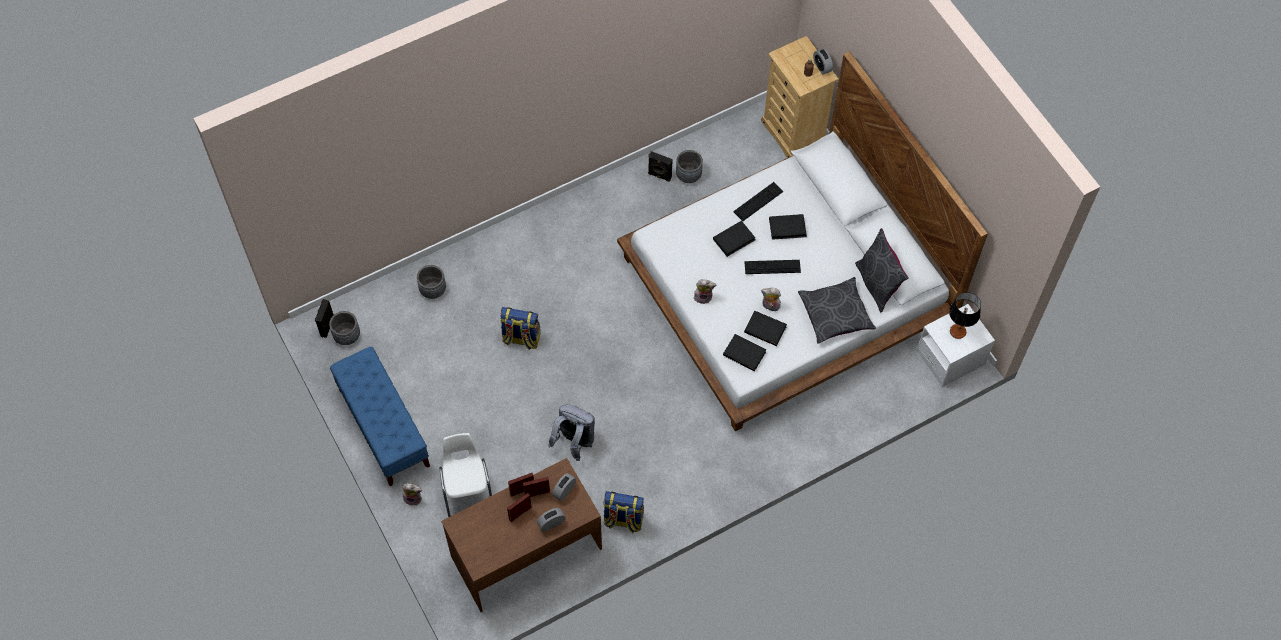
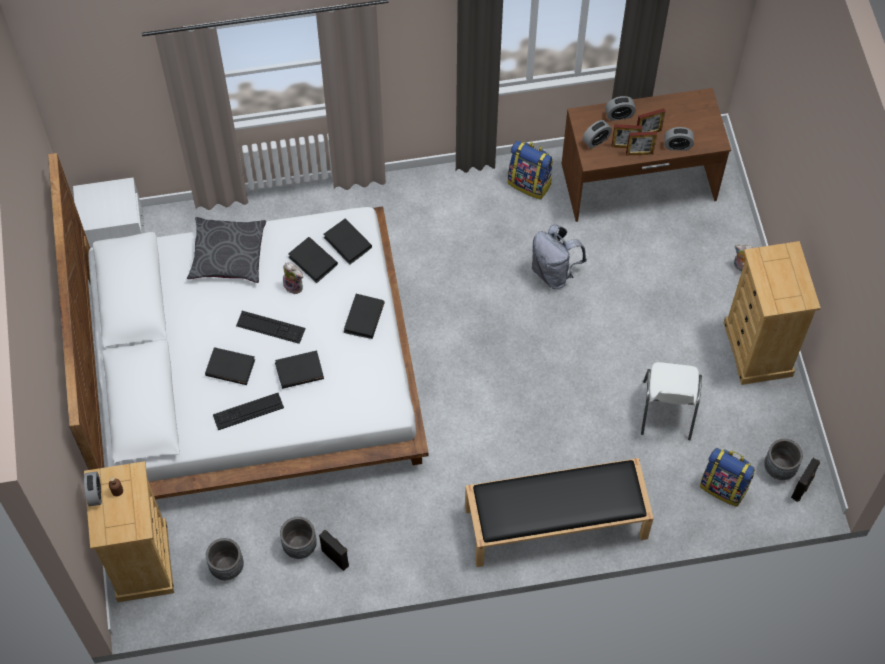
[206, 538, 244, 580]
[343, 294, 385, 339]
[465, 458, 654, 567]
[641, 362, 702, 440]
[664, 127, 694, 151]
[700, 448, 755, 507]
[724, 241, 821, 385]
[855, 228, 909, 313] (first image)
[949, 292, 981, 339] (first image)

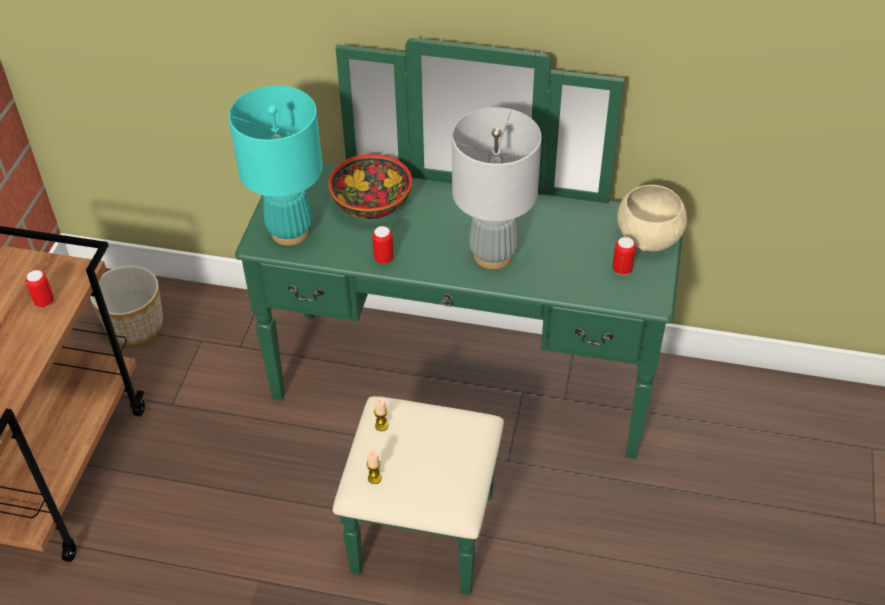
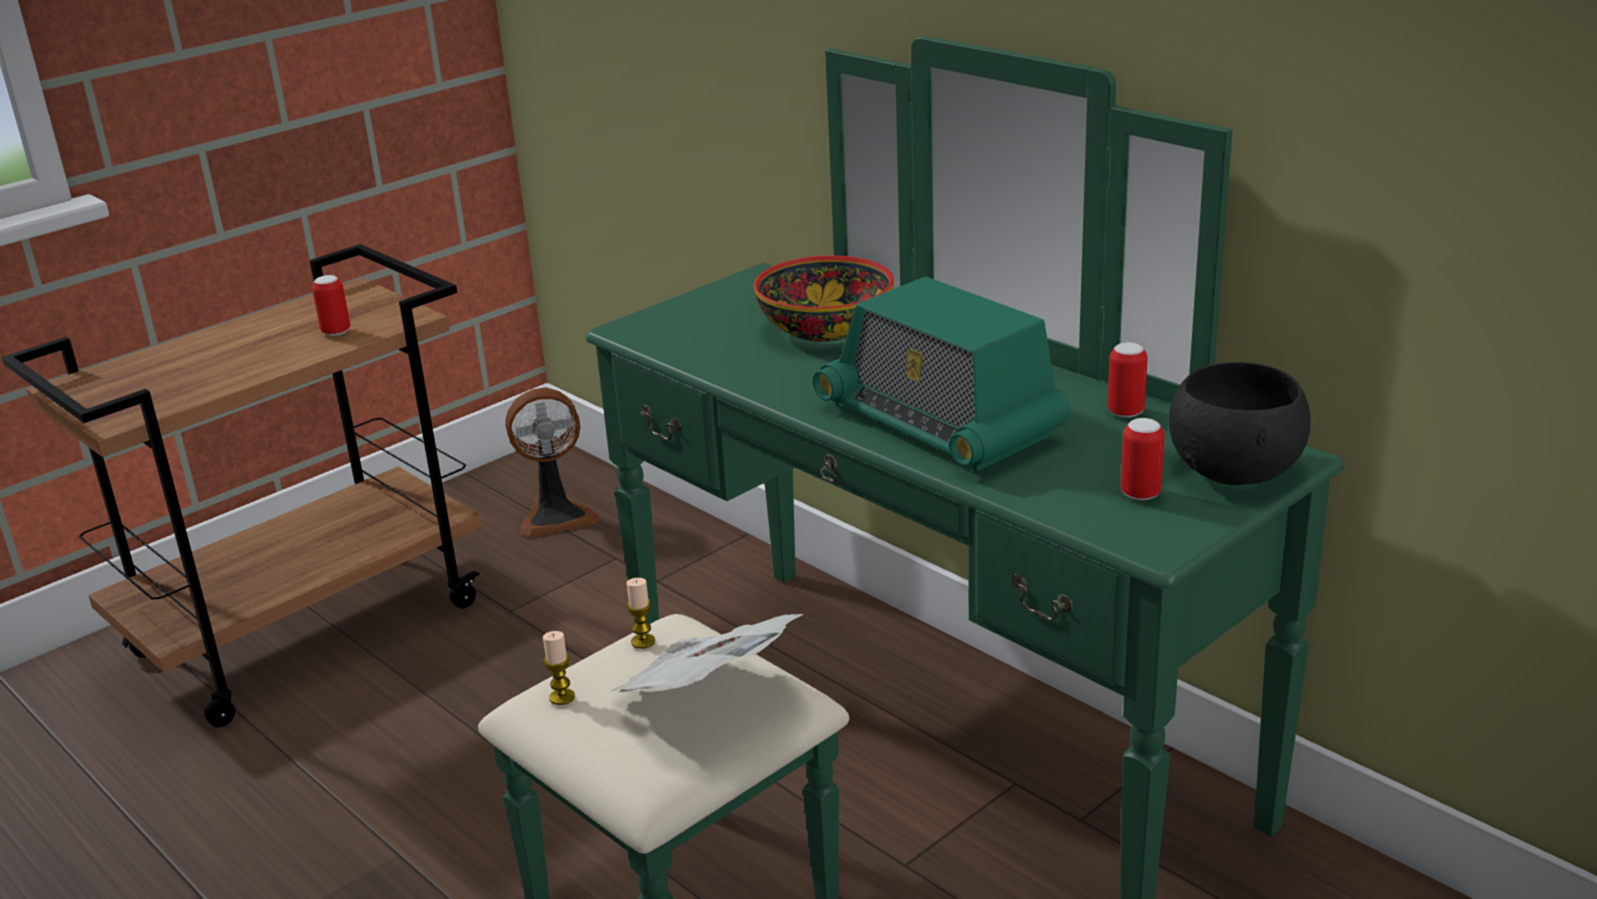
[505, 388, 599, 538]
[611, 614, 803, 693]
[813, 276, 1070, 472]
[1108, 342, 1148, 418]
[1169, 362, 1311, 485]
[229, 86, 323, 246] (first image)

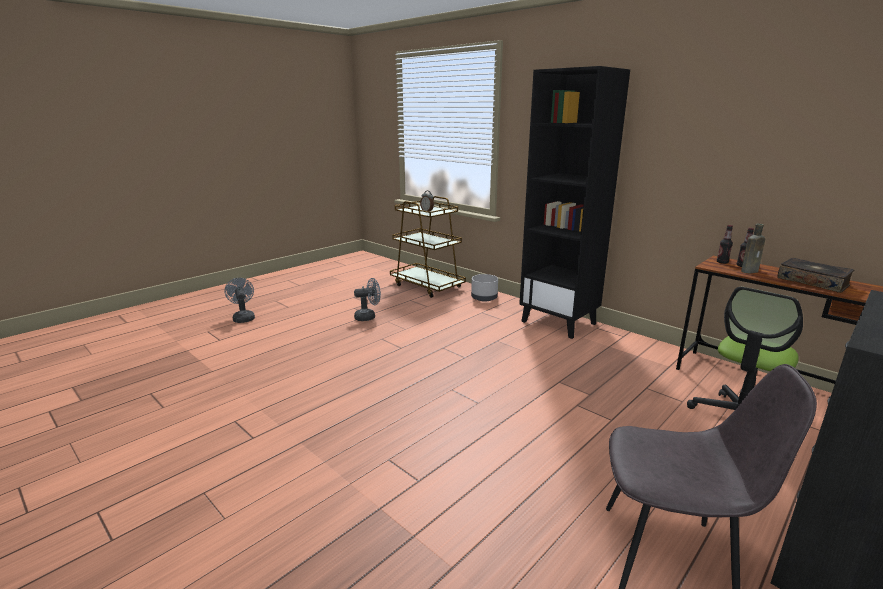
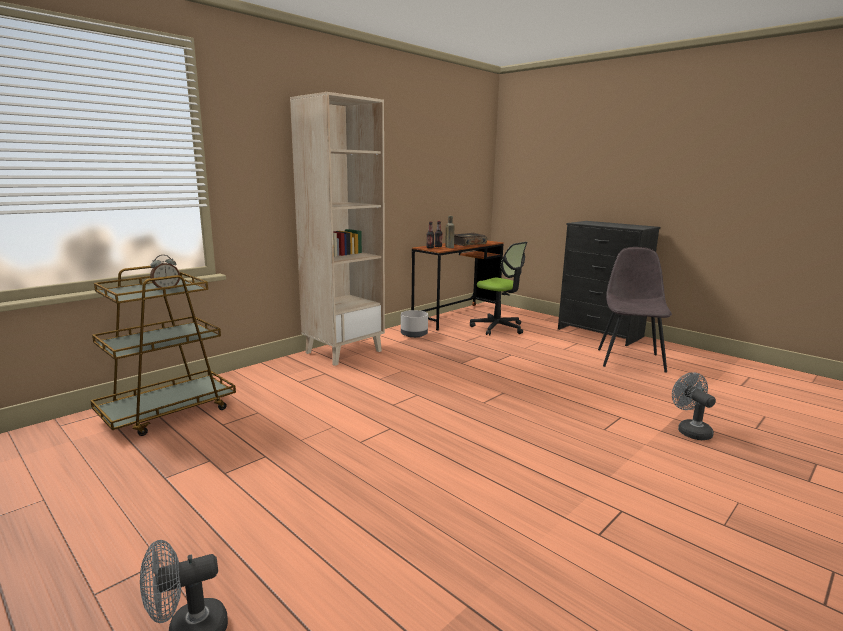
[290, 92, 385, 366]
[401, 310, 428, 338]
[672, 372, 716, 440]

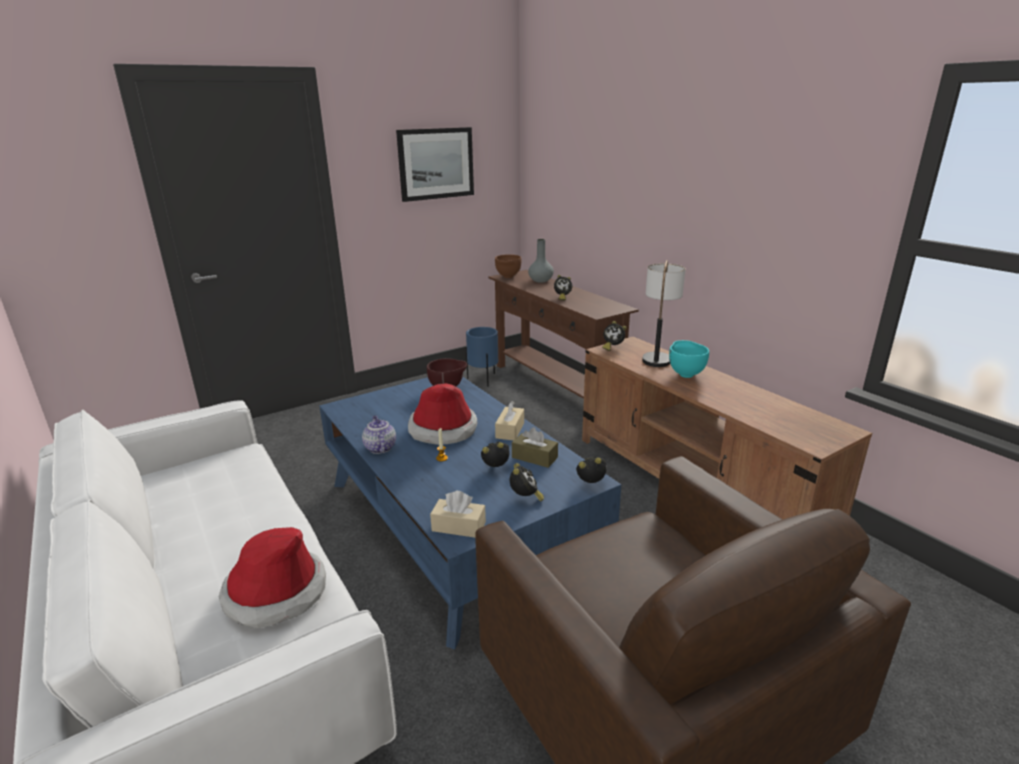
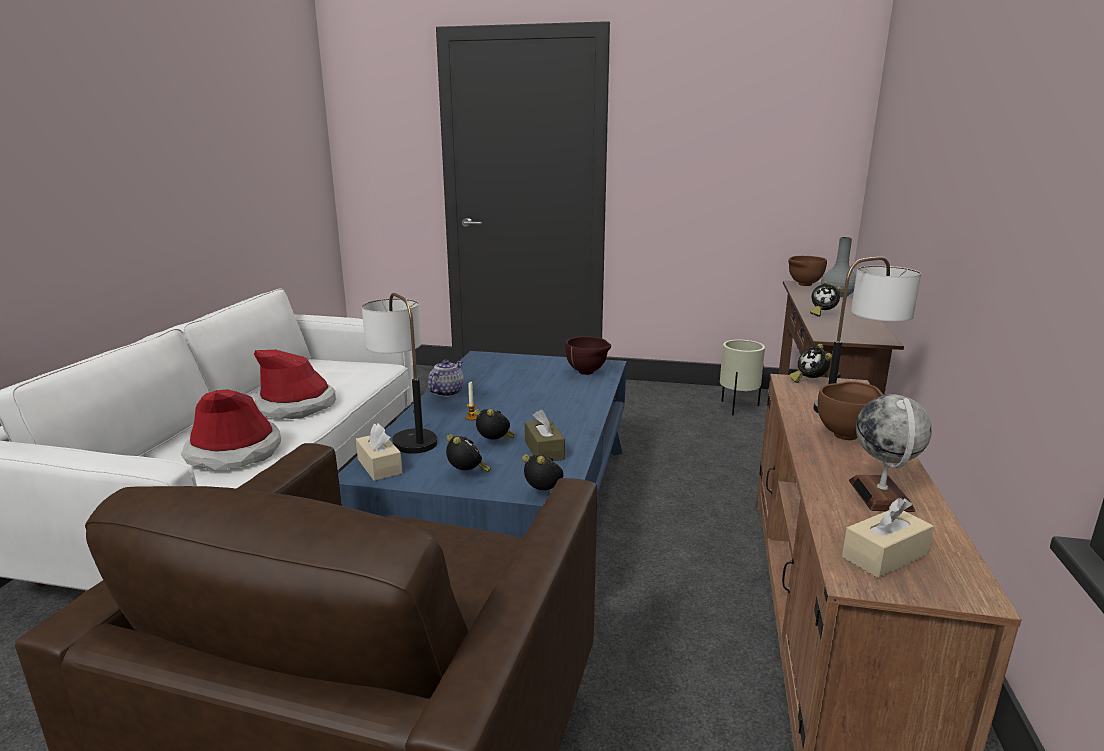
[254, 350, 336, 419]
[362, 293, 437, 454]
[446, 434, 491, 472]
[720, 340, 765, 415]
[818, 381, 884, 440]
[842, 498, 934, 578]
[849, 394, 932, 512]
[396, 127, 474, 202] (first image)

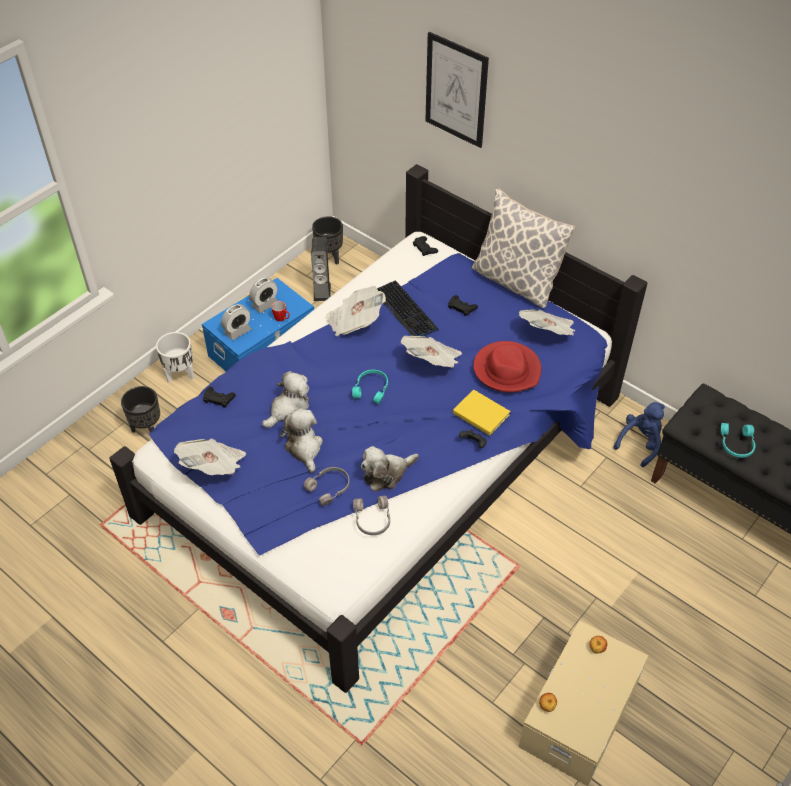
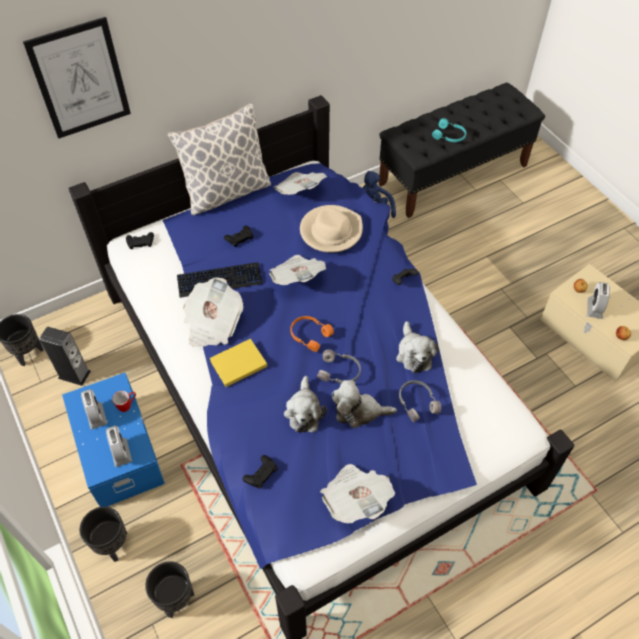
[79, 506, 127, 562]
[209, 338, 267, 387]
[284, 376, 327, 432]
[290, 316, 334, 352]
[300, 205, 363, 253]
[317, 349, 361, 383]
[587, 282, 610, 319]

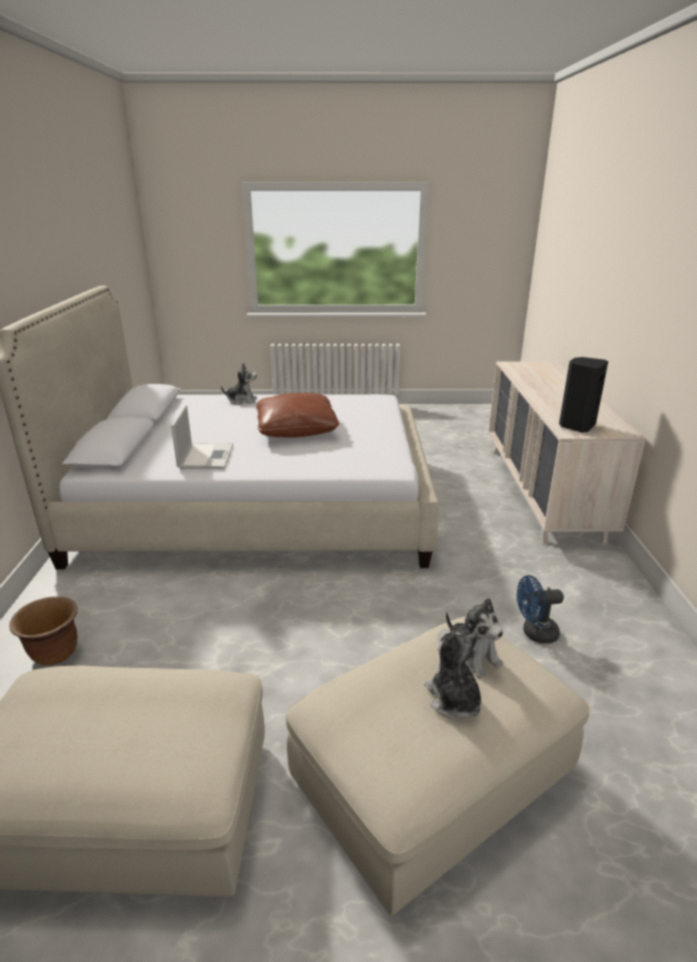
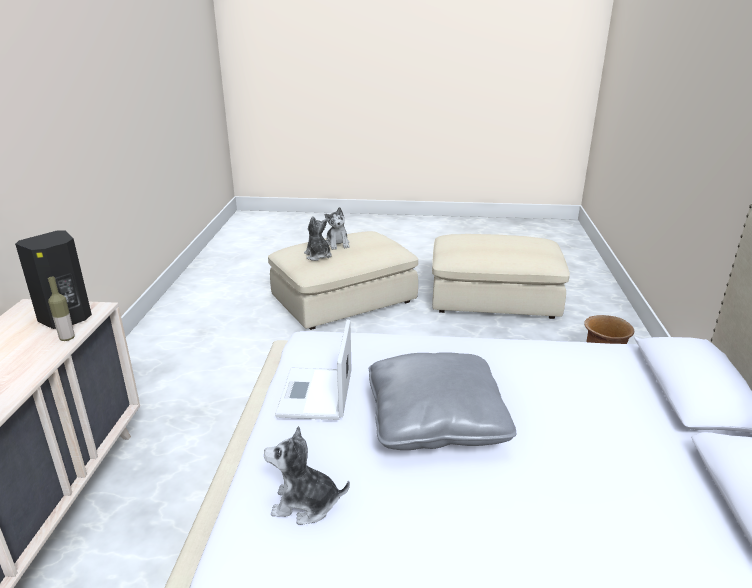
[48, 276, 75, 341]
[264, 426, 350, 525]
[275, 319, 352, 420]
[369, 352, 516, 450]
[517, 575, 564, 644] (first image)

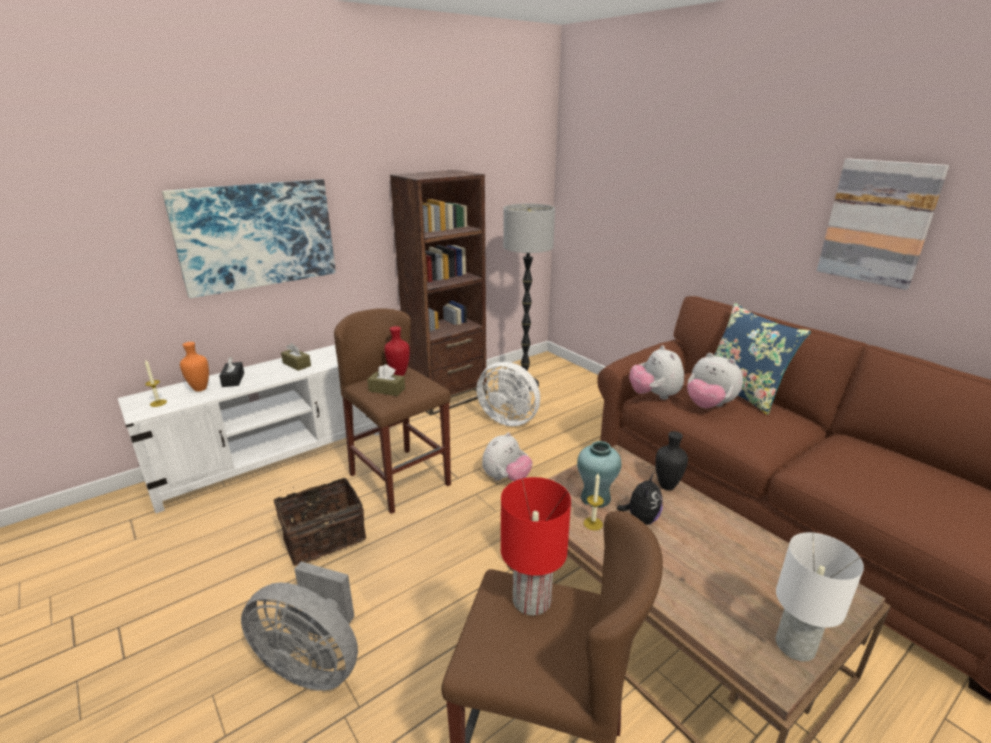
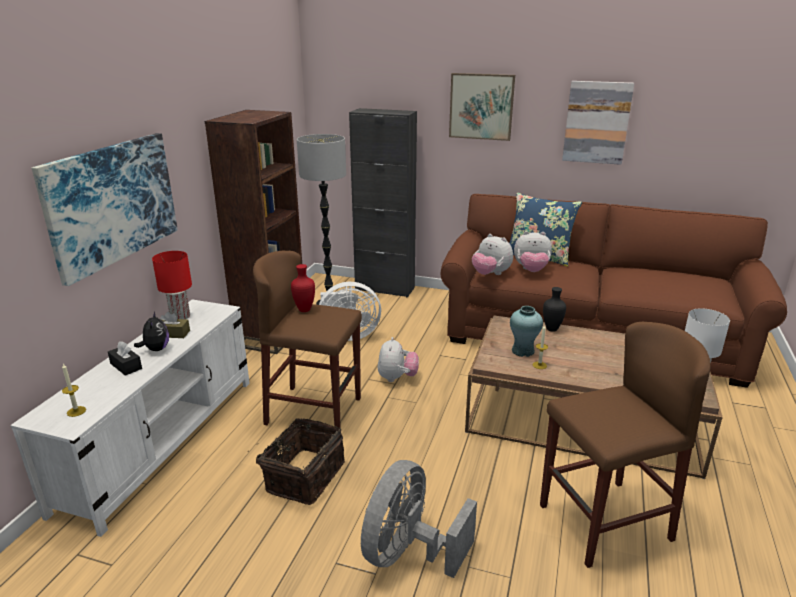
[134, 312, 169, 351]
[152, 251, 192, 319]
[349, 108, 417, 298]
[361, 460, 477, 578]
[449, 73, 515, 141]
[180, 342, 209, 392] (first image)
[367, 364, 405, 396] (first image)

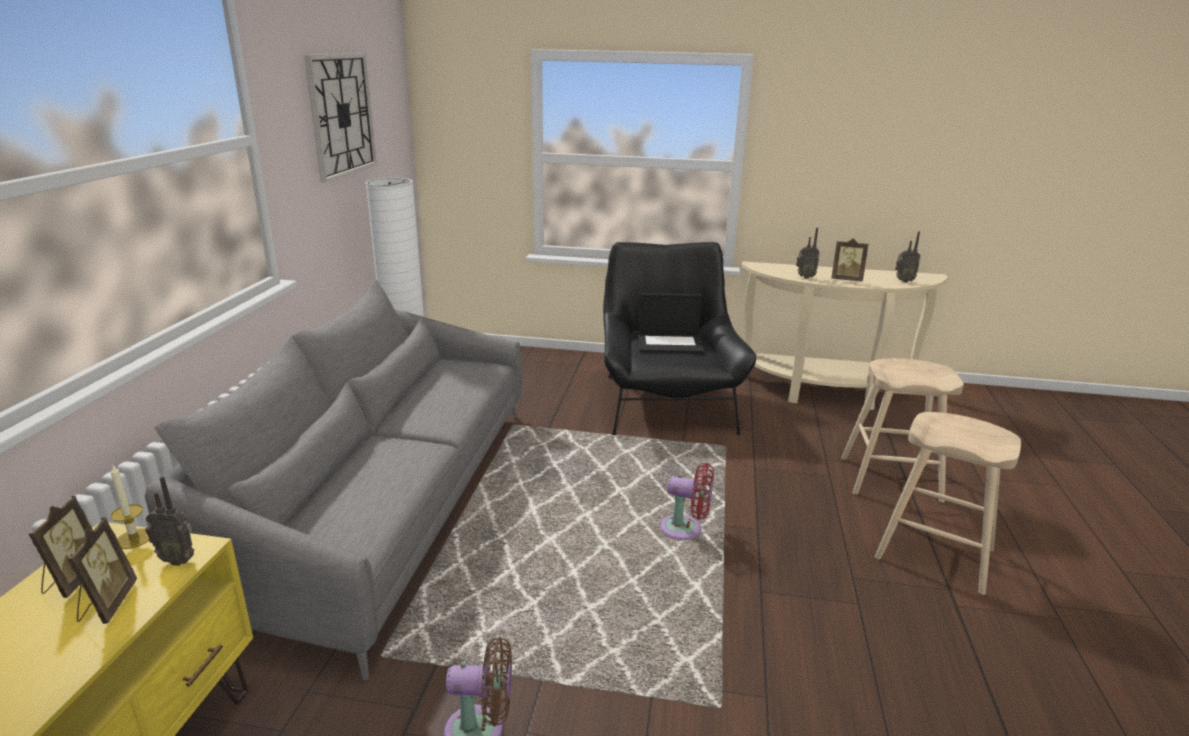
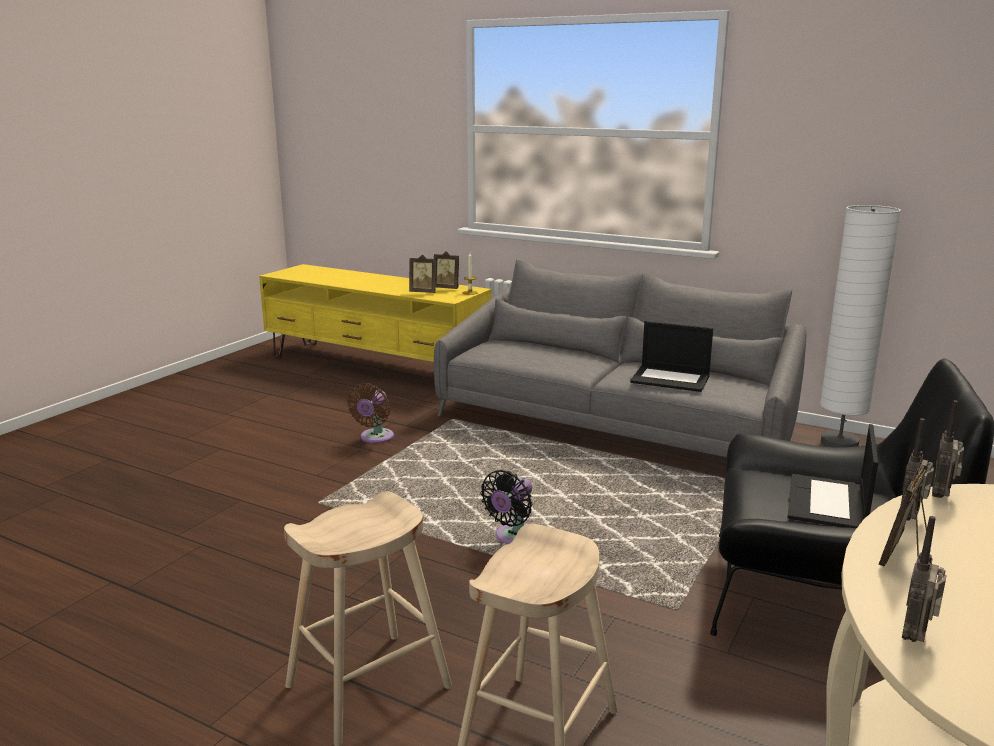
[481, 470, 532, 544]
[630, 321, 713, 392]
[932, 400, 964, 498]
[304, 53, 377, 183] (first image)

